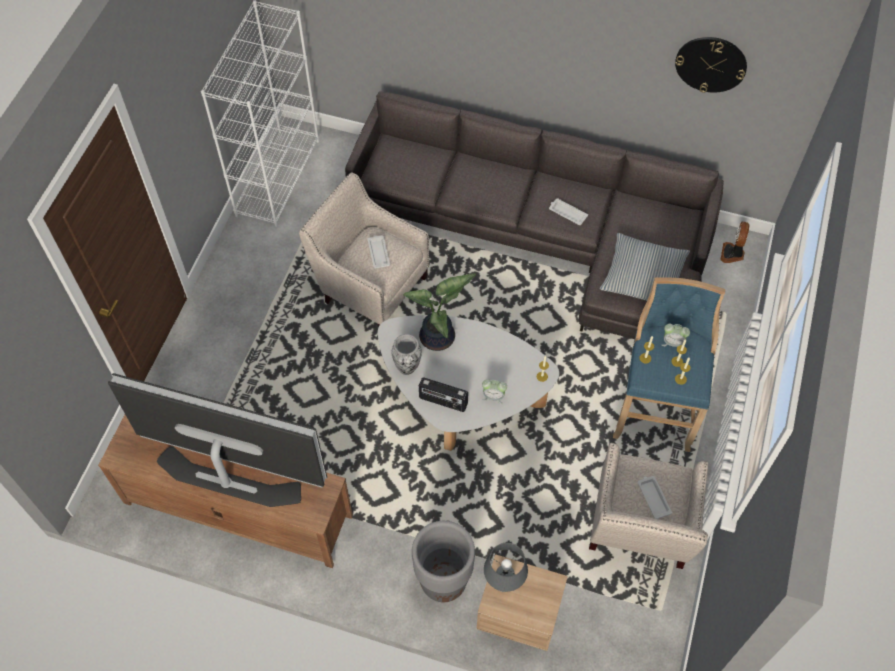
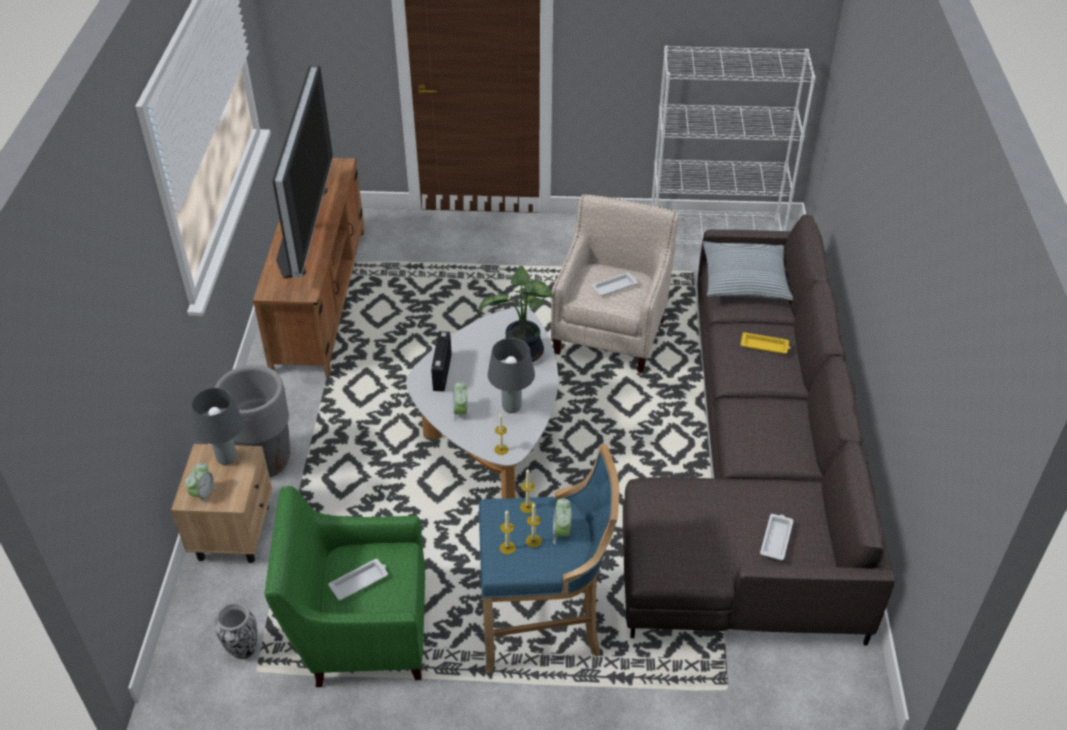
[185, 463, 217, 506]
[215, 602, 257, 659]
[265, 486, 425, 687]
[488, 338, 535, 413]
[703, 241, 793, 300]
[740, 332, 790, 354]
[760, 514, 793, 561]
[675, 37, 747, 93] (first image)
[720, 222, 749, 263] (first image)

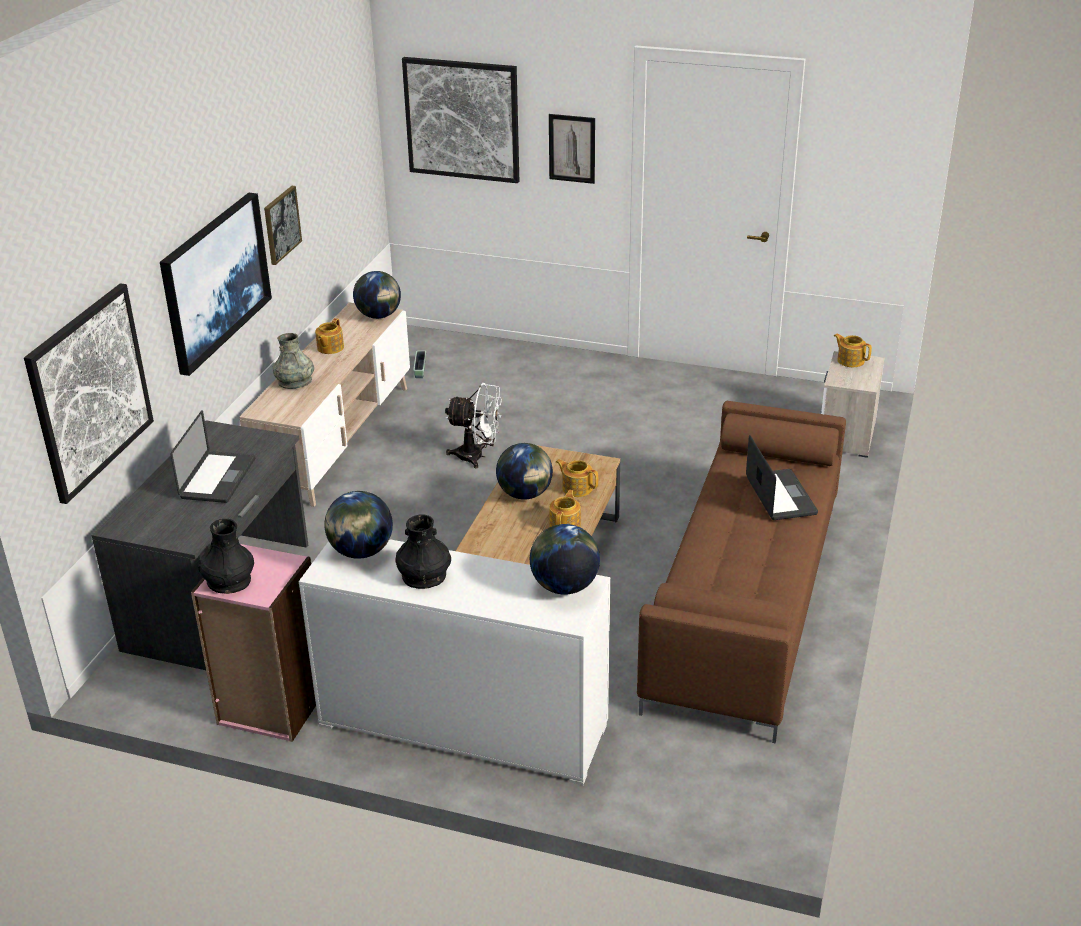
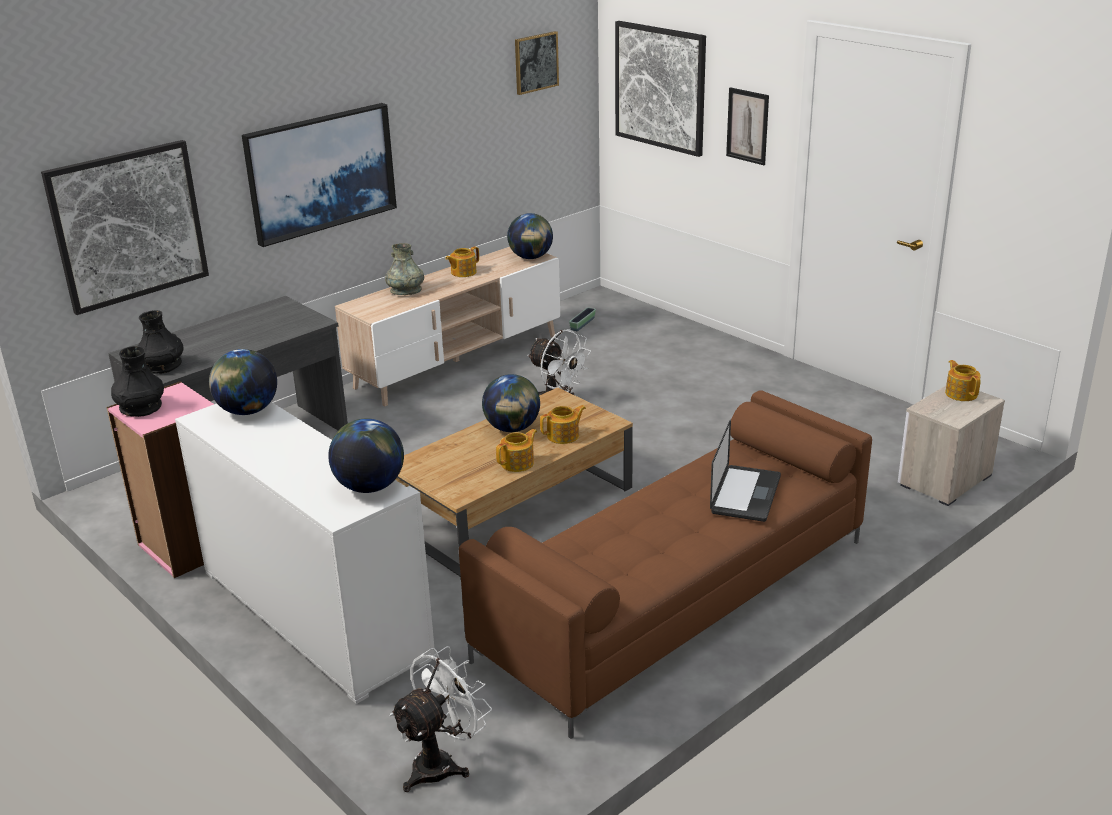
[138, 310, 183, 374]
[390, 646, 492, 792]
[515, 31, 559, 95]
[540, 405, 586, 444]
[171, 410, 255, 503] (first image)

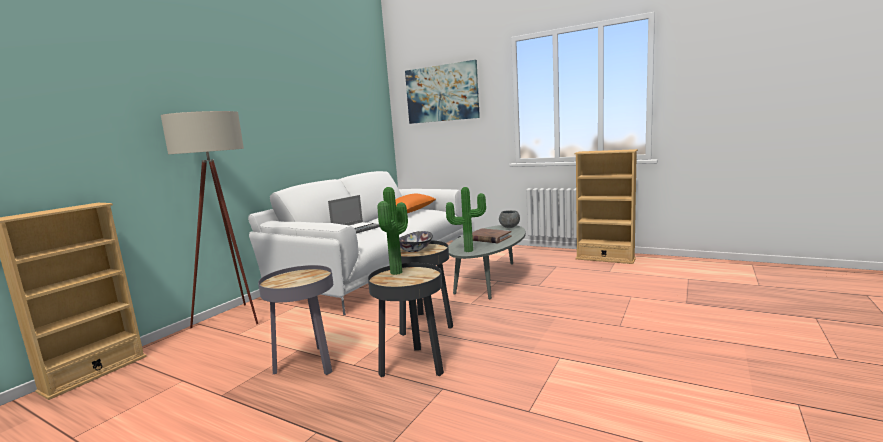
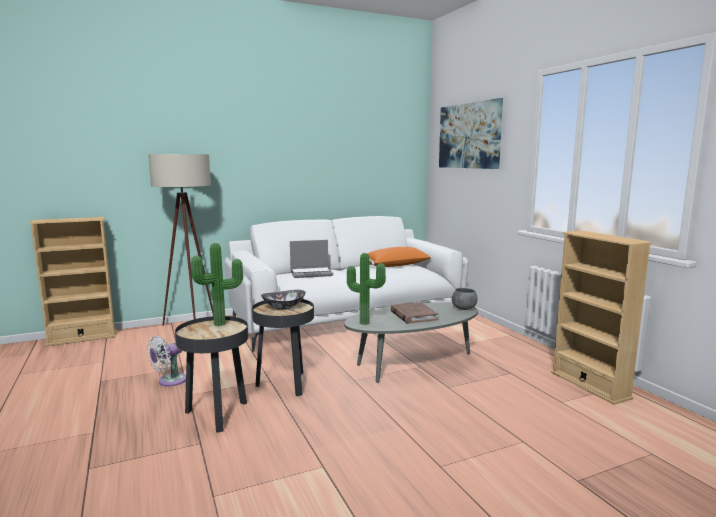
[147, 336, 186, 386]

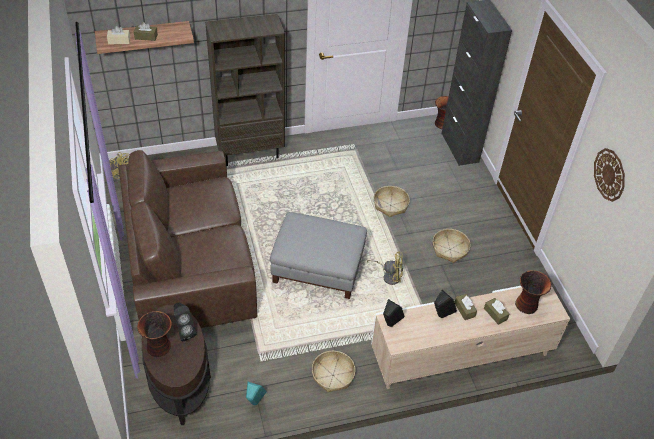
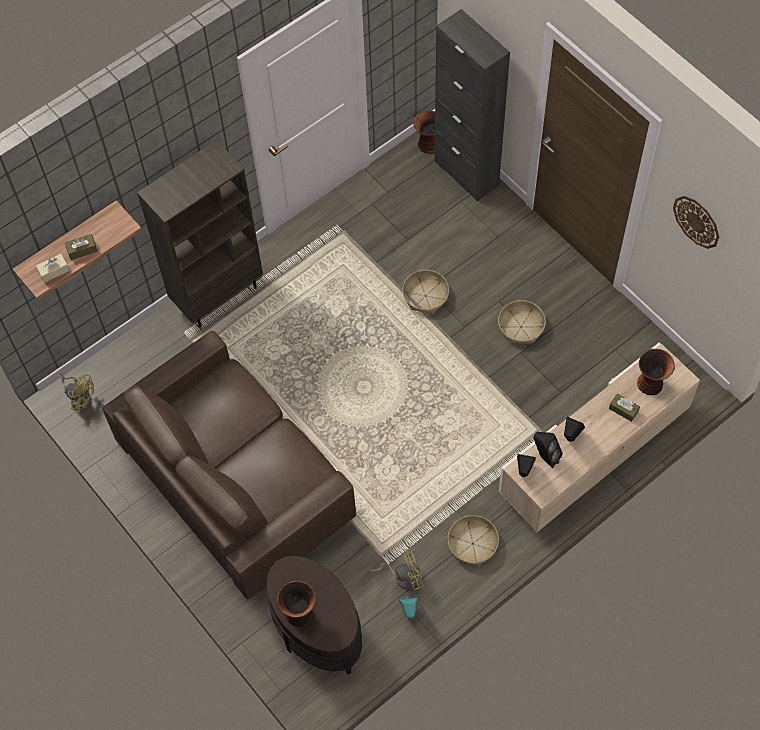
[367, 549, 424, 590]
[533, 432, 563, 468]
[270, 212, 367, 299] (first image)
[454, 294, 477, 320] (first image)

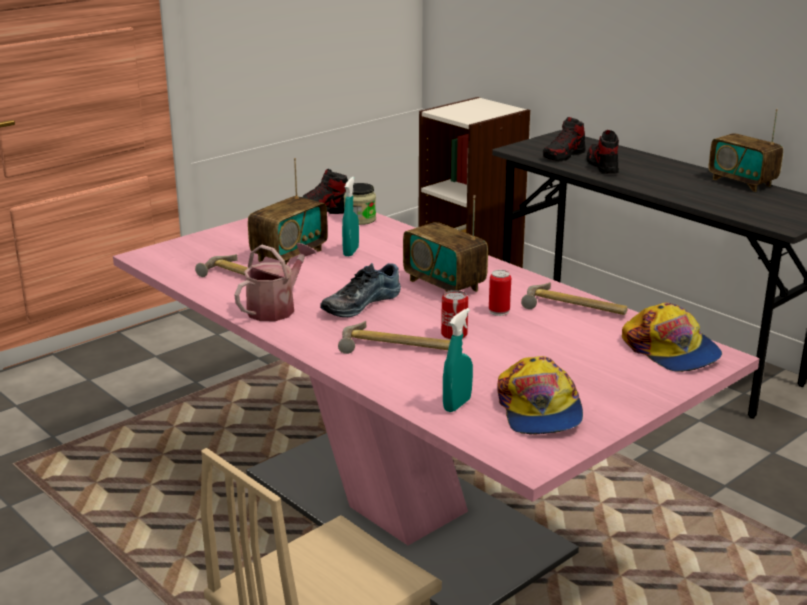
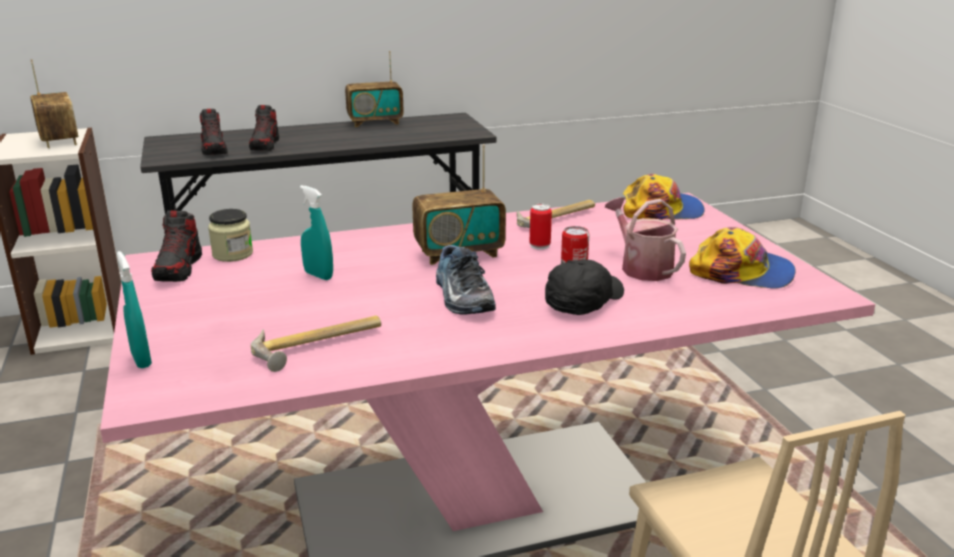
[31, 59, 78, 148]
[117, 251, 152, 368]
[249, 105, 279, 151]
[545, 260, 624, 315]
[605, 197, 686, 281]

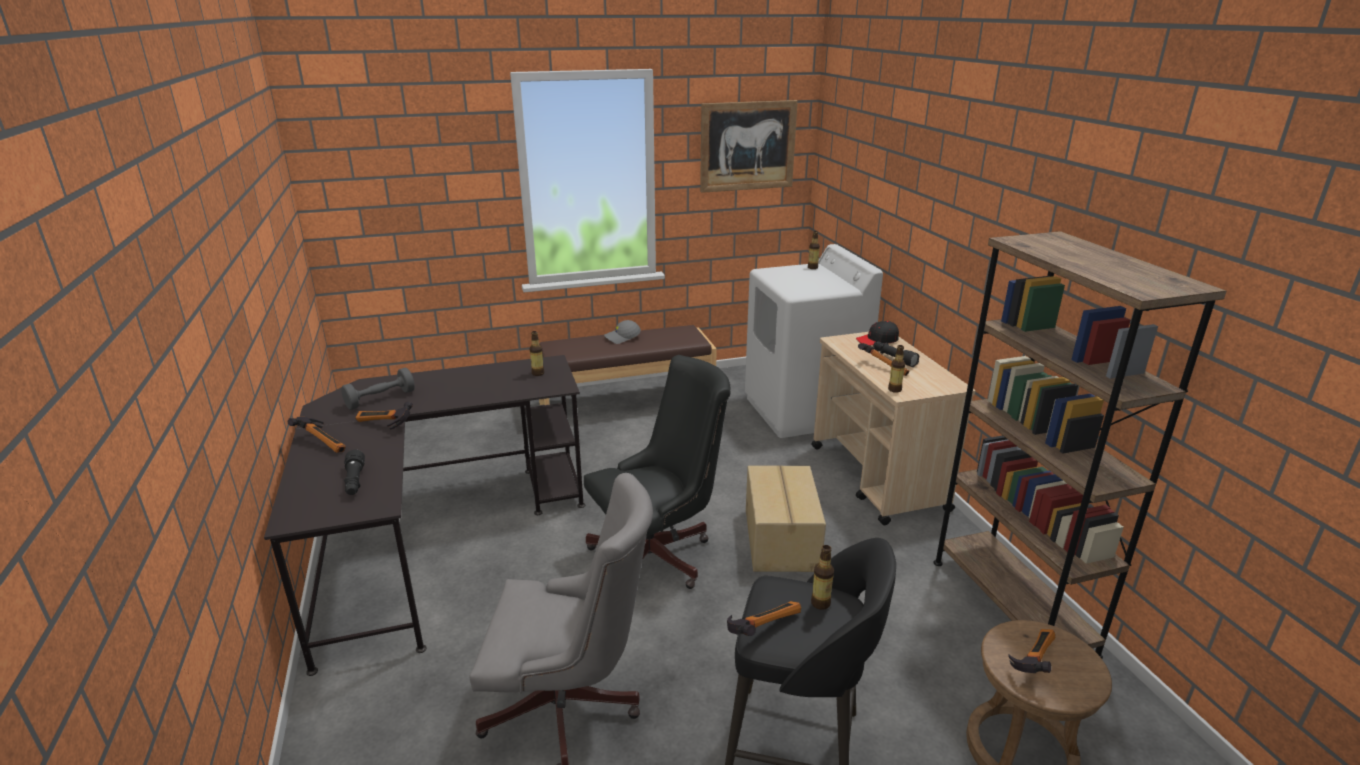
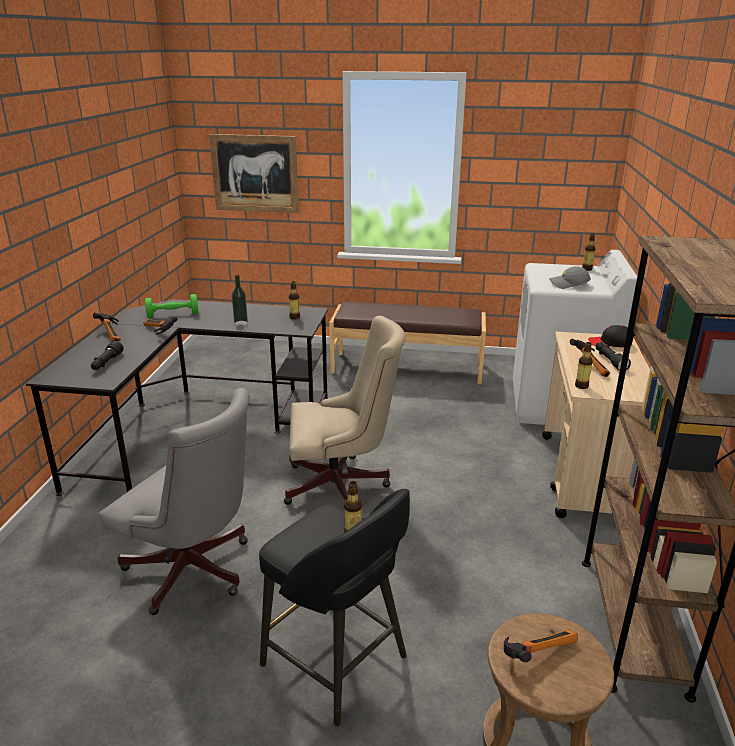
[145, 294, 198, 318]
[209, 134, 299, 213]
[232, 275, 248, 326]
[284, 316, 406, 505]
[549, 266, 591, 289]
[727, 601, 801, 636] (first image)
[746, 466, 826, 572] (first image)

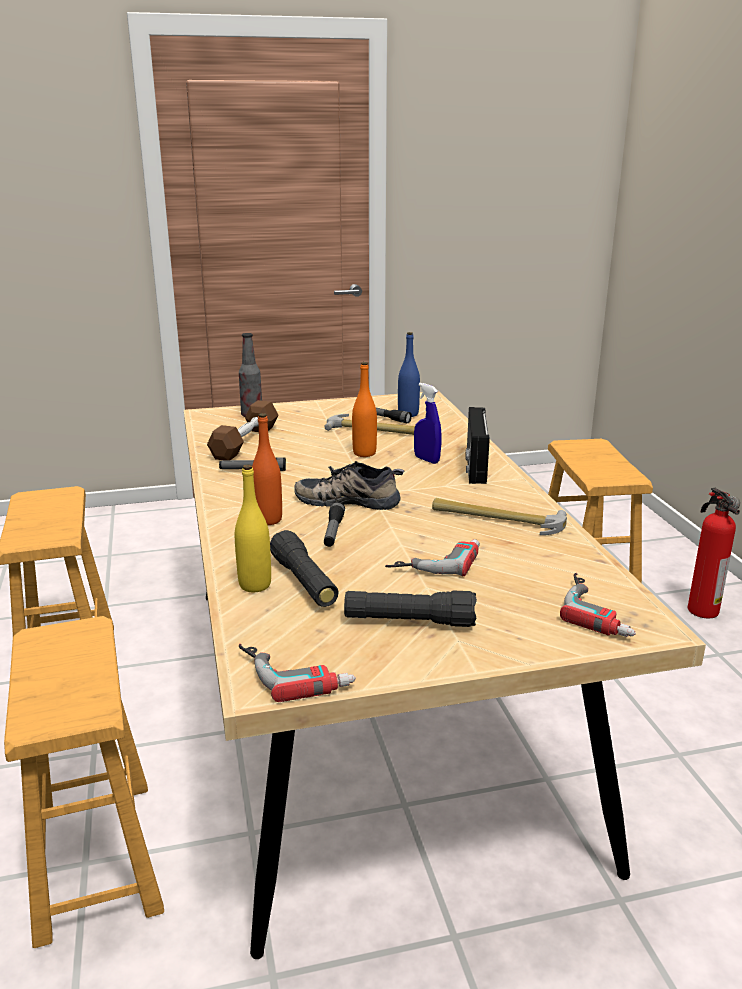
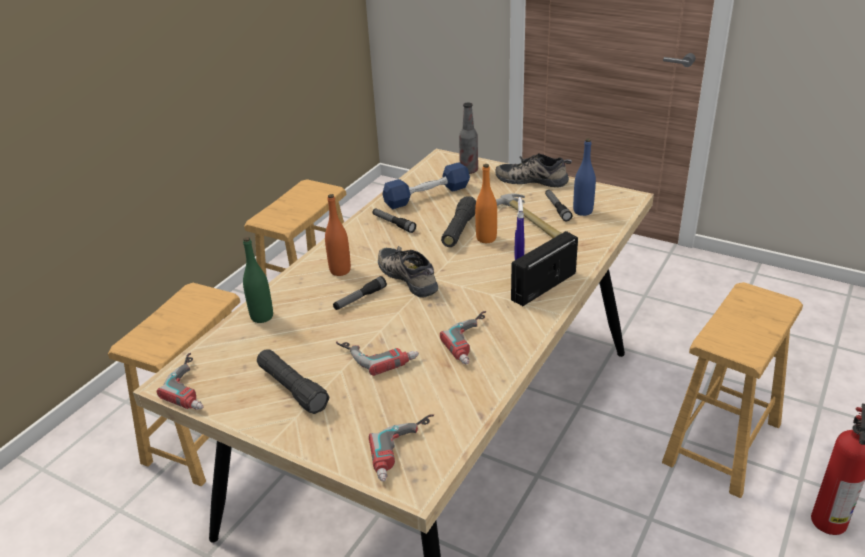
[243, 237, 273, 323]
[382, 162, 470, 209]
[440, 311, 486, 365]
[441, 196, 476, 247]
[495, 153, 572, 187]

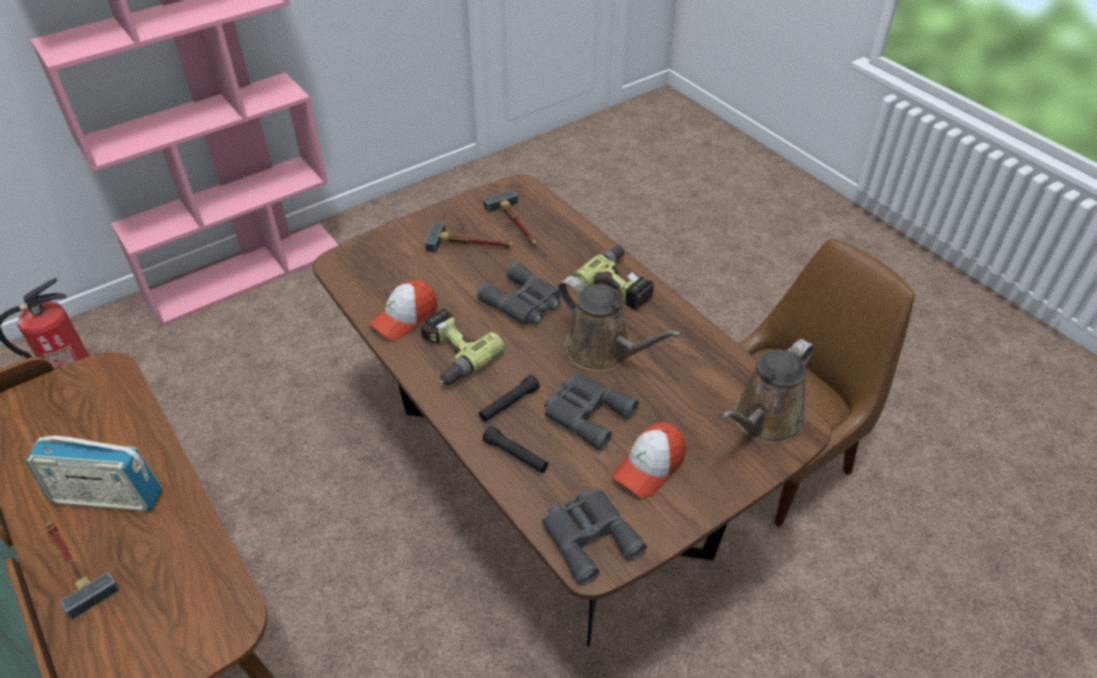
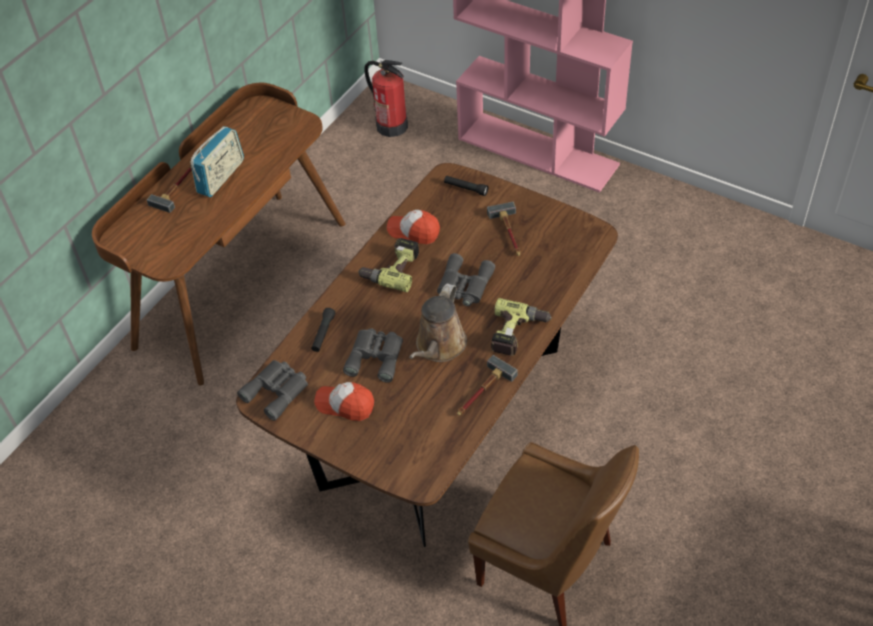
[190, 126, 244, 197]
[444, 176, 489, 196]
[457, 355, 518, 416]
[721, 339, 814, 444] (first image)

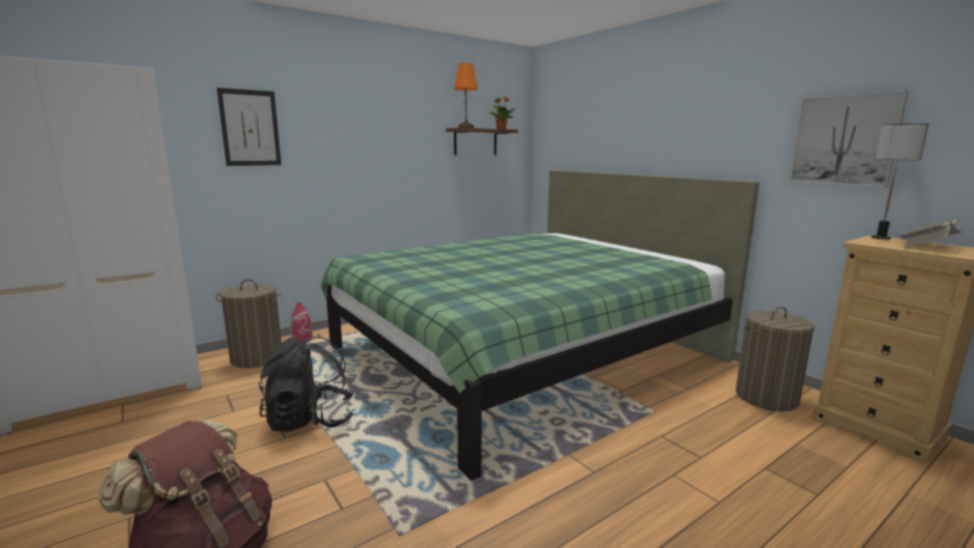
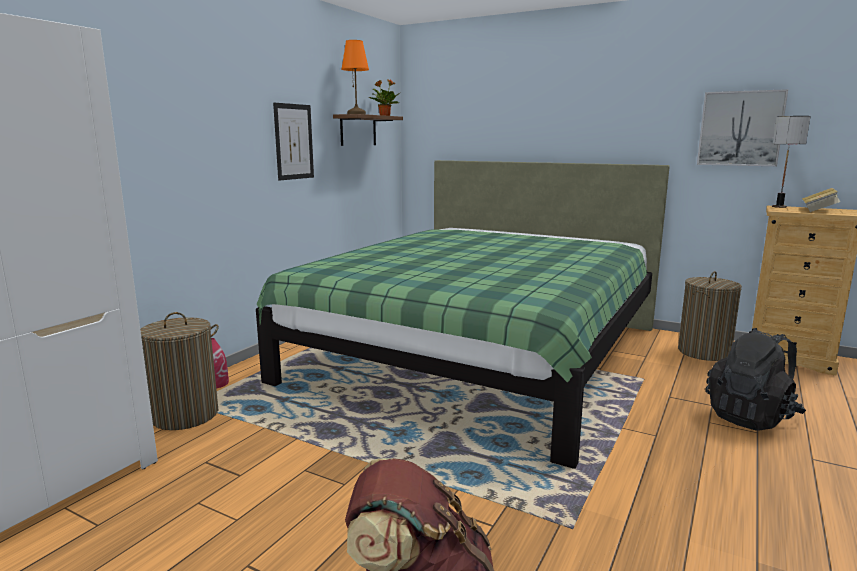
[273, 103, 314, 181]
[706, 328, 806, 431]

